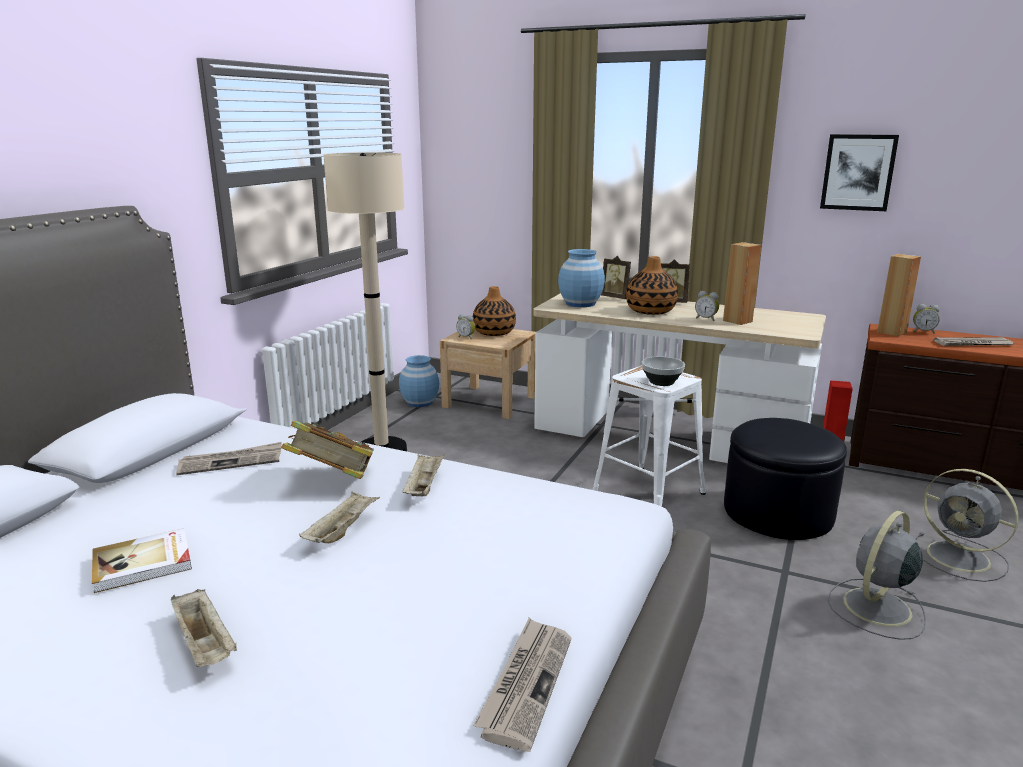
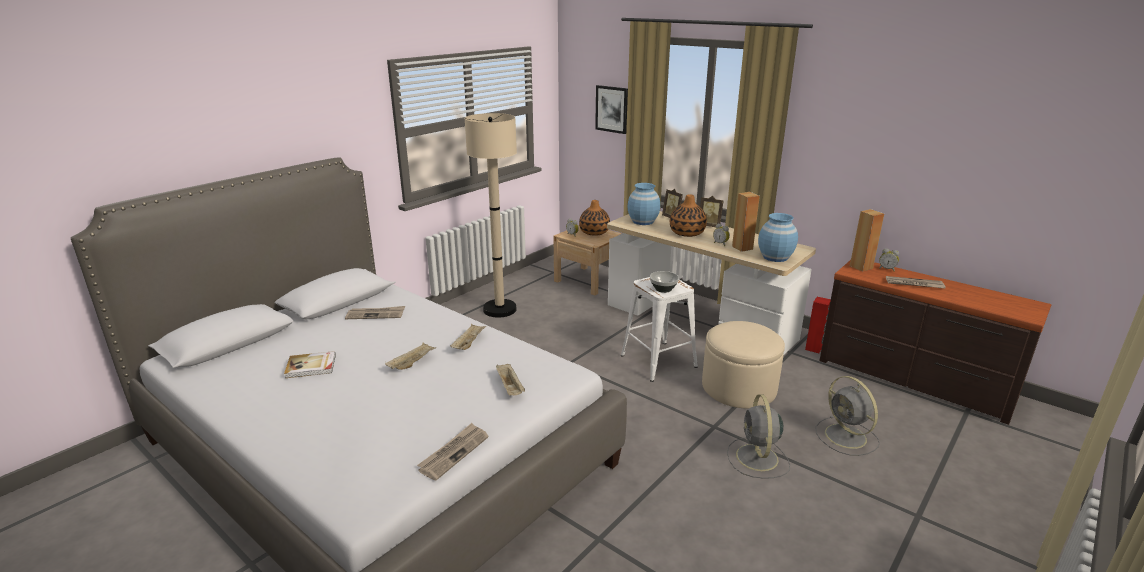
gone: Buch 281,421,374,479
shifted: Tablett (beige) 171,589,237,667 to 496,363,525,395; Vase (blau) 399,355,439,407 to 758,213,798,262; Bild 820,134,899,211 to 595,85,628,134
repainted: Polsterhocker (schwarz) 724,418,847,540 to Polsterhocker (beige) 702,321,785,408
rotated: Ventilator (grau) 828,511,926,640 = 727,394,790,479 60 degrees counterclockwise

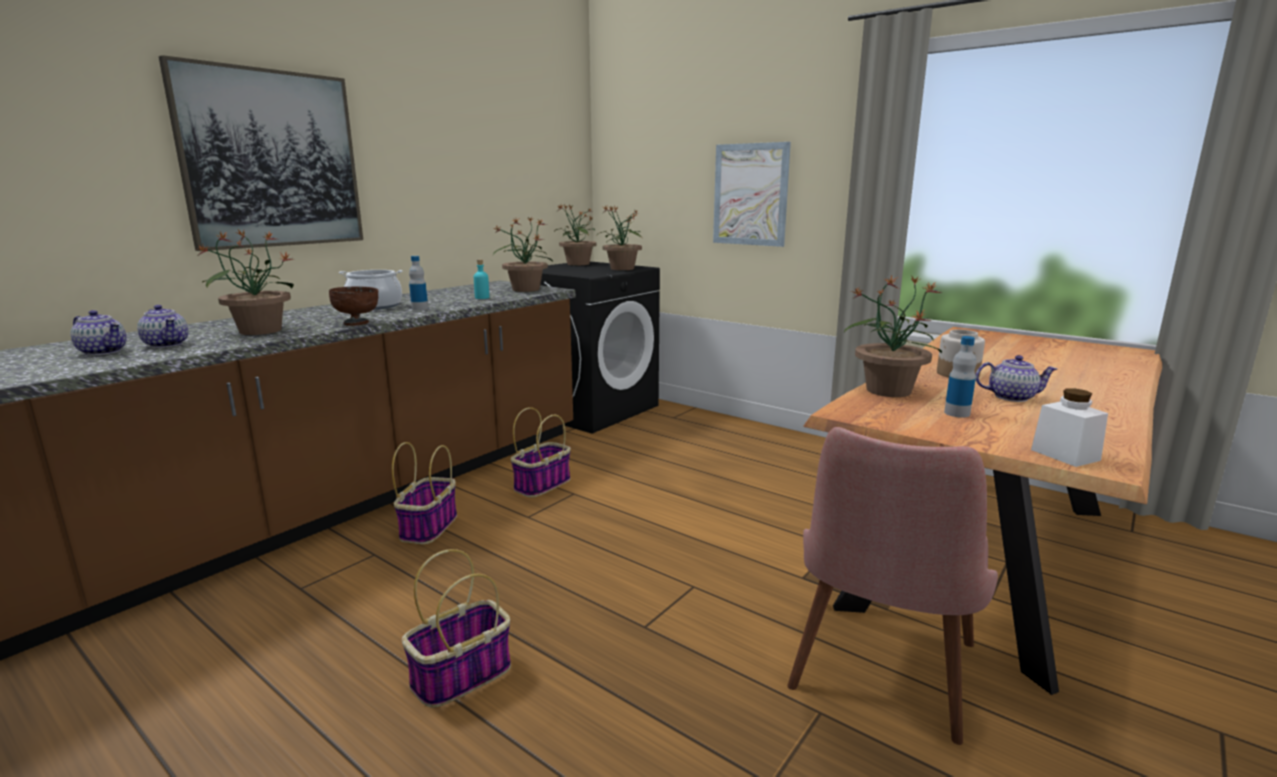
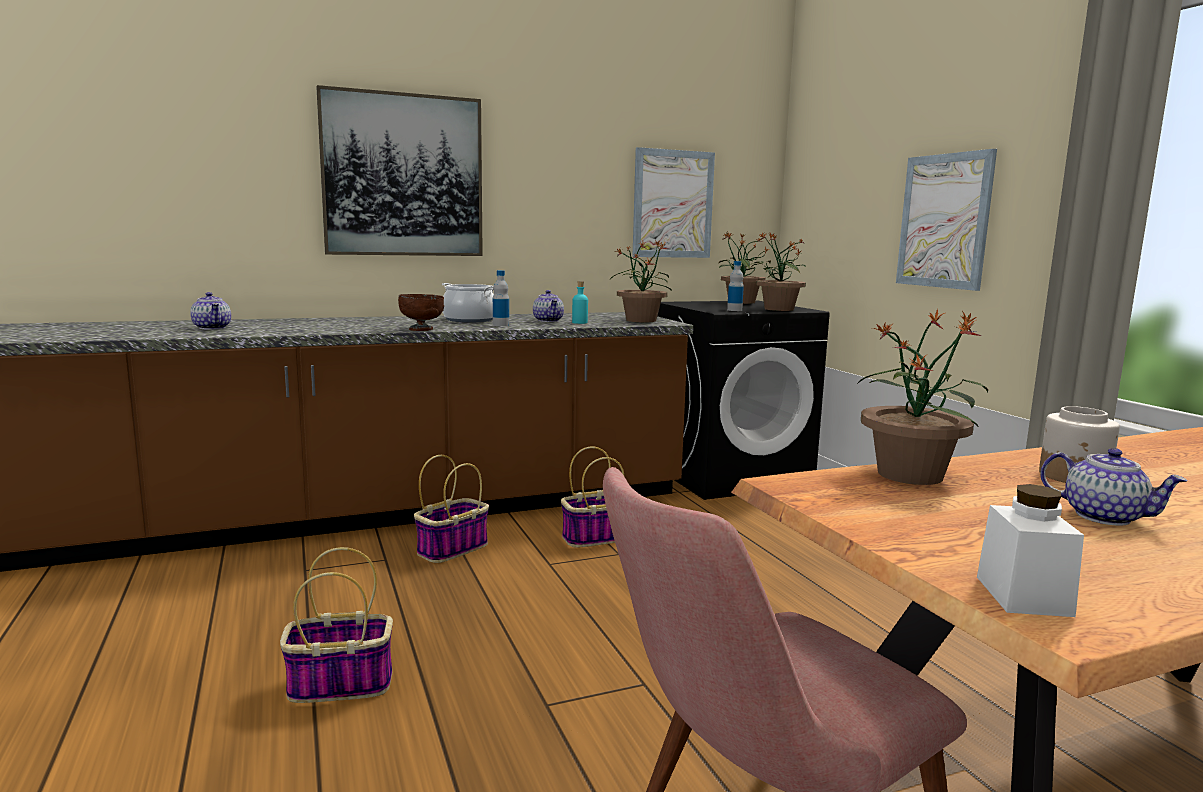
gone: Topfpflanze 197,230,294,335
new: Bild 632,147,715,258
shifted: Teekanne 137,305,188,348 to 533,290,564,322; Flasche 944,336,977,418 to 727,261,744,311

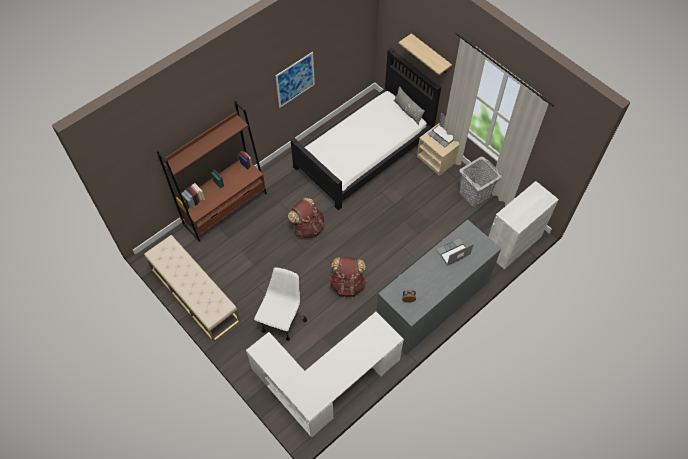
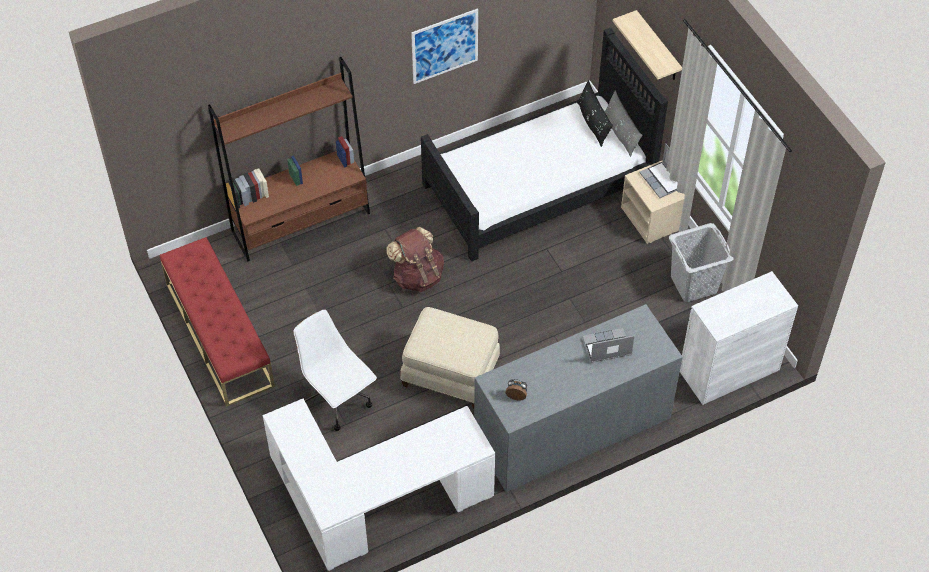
new: Kissen (schwarz) 577,80,613,147
swapped: Rucksack (braun) 329,257,366,297 to Polsterhocker (beige) 400,307,500,408
repainted: Bank (beige) 144,235,241,342 to Bank (rot) 160,237,275,407
rotated: Bürostuhl (weiß) 254,267,307,341 = 293,309,377,431 75 degrees counterclockwise

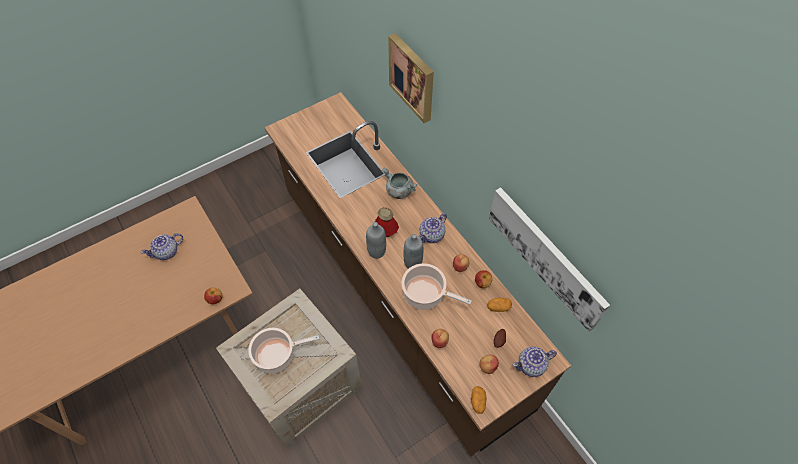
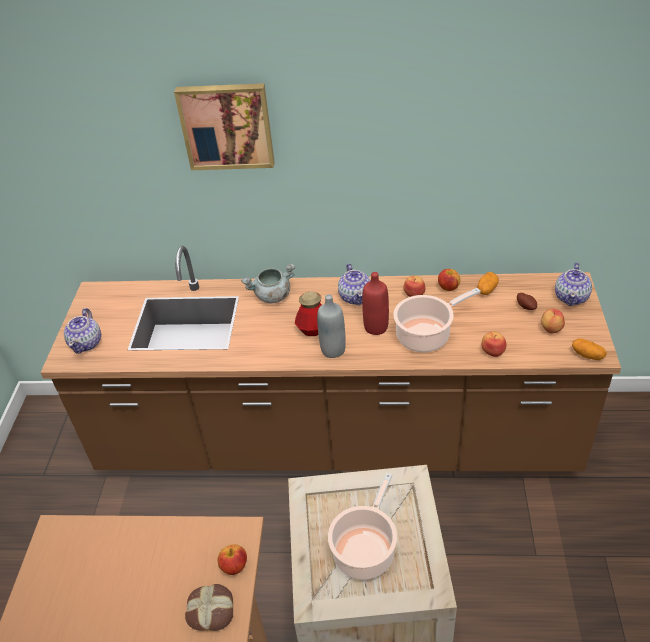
gone: Bild 489,187,610,332
new: Brot 185,584,233,631
shifted: Teekanne 140,233,183,260 to 64,308,101,354
repainted: Flasche (grau) 404,234,423,269 to Flasche (rot) 362,272,389,335

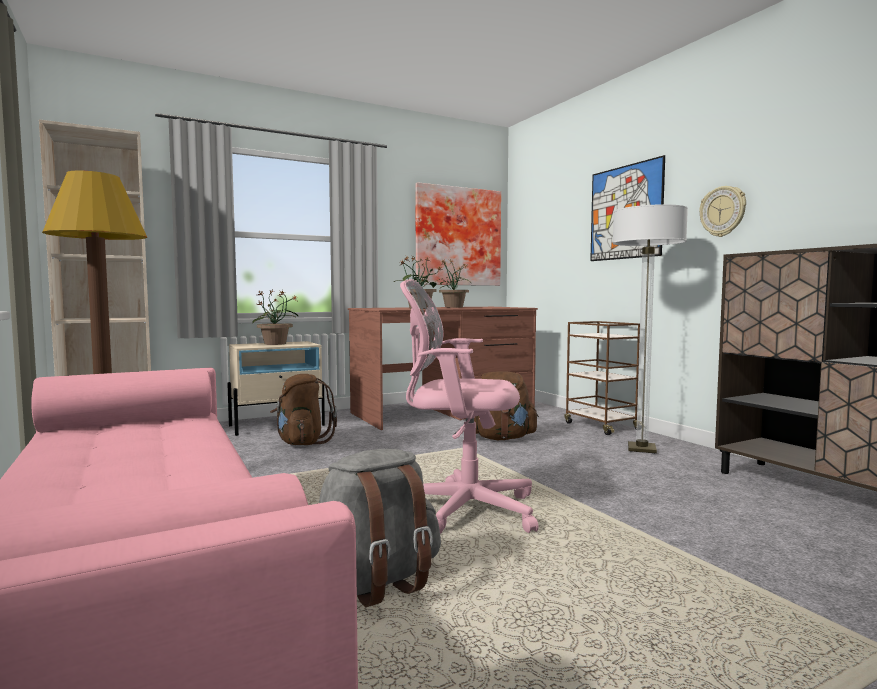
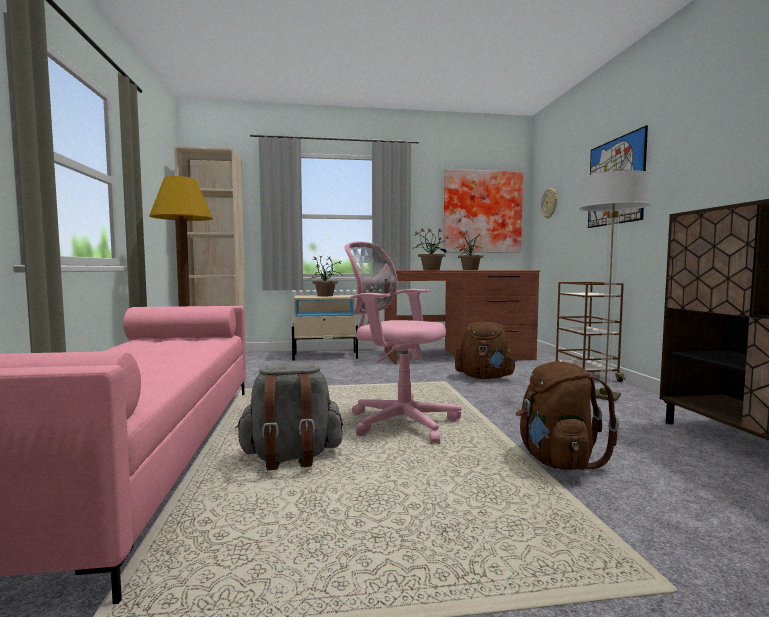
shifted: Rucksack (braun) 270,374,337,445 to 515,361,619,470; Wanduhr 699,186,746,237 to 541,188,557,219

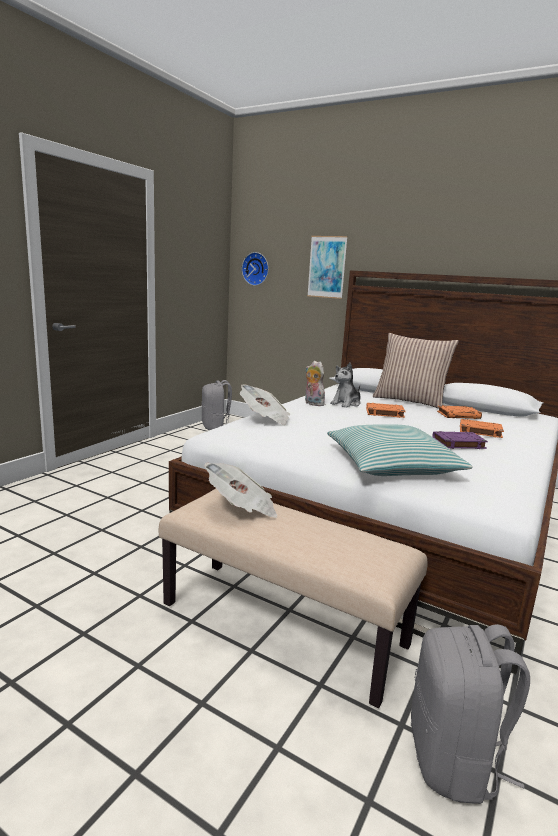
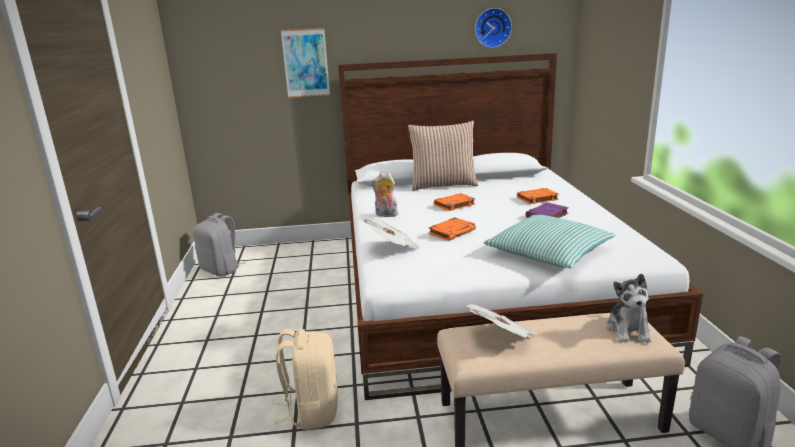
new: Rucksack (beige) 274,329,338,430
shifted: Wanduhr 242,252,269,286 to 475,8,512,48; Plüschtier 330,362,360,408 to 606,274,651,343; Buch (orange) 437,405,482,419 to 429,217,476,241

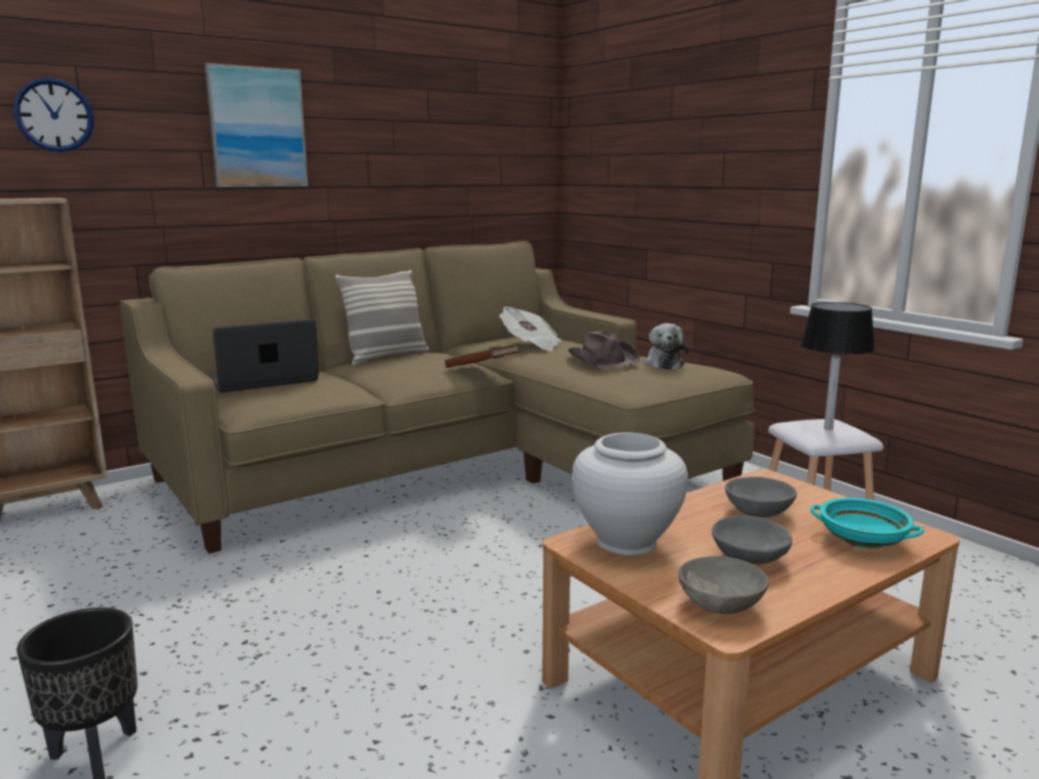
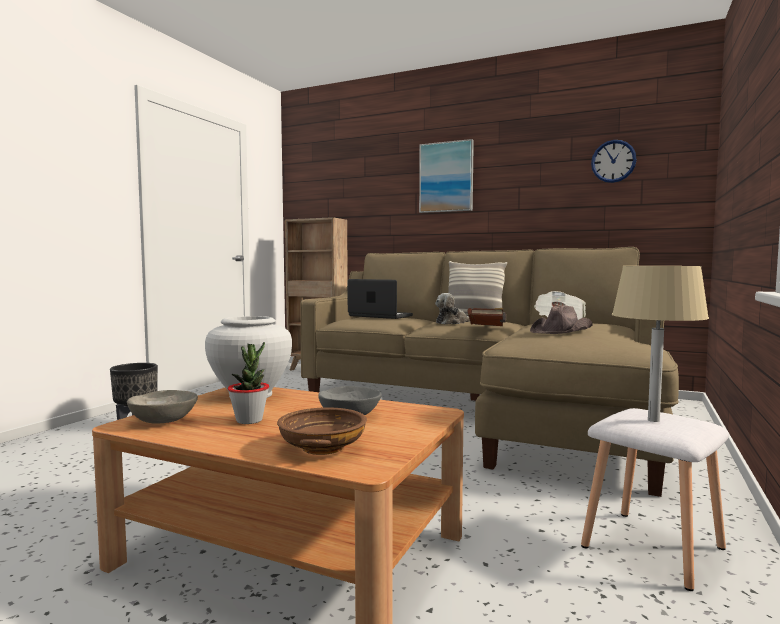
shifted: Wanduhr 13,78,94,152 to 591,140,637,183; Plüschtier 644,323,689,369 to 435,293,470,324
swapped: Schüssel (grau) 712,515,792,564 to Topfpflanze 228,342,269,424
repainted: Tischlampe (schwarz) 800,302,875,430 to Tischlampe (beige) 612,266,709,422; Schüssel (türkis) 811,498,924,549 to Schüssel (braun) 277,407,367,455

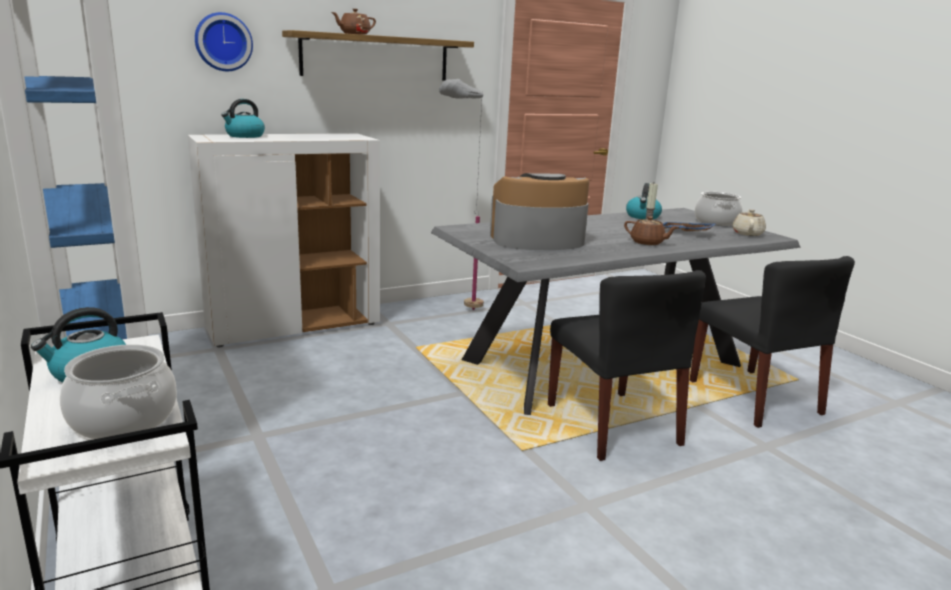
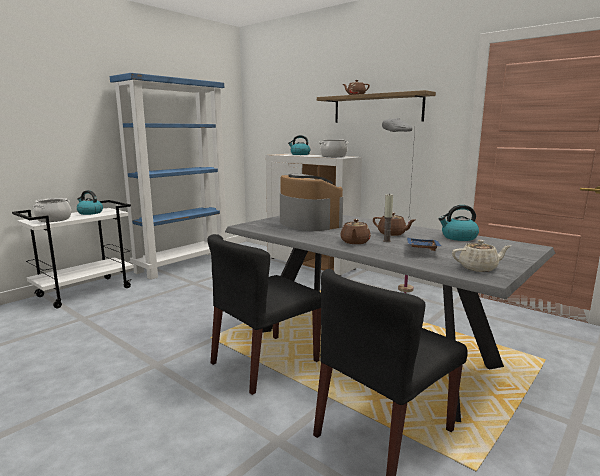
gone: Wanduhr 195,12,253,71
new: Teekanne (braun) 373,212,415,236
shifted: Kochtopf 695,192,742,226 to 319,140,348,157

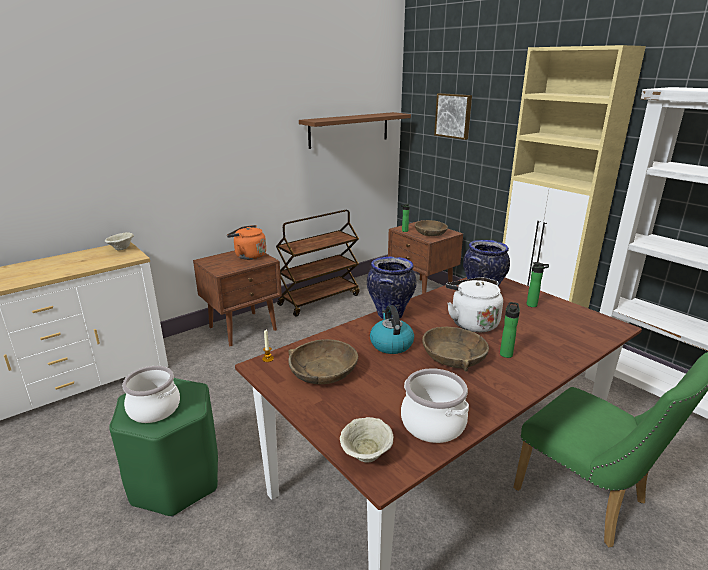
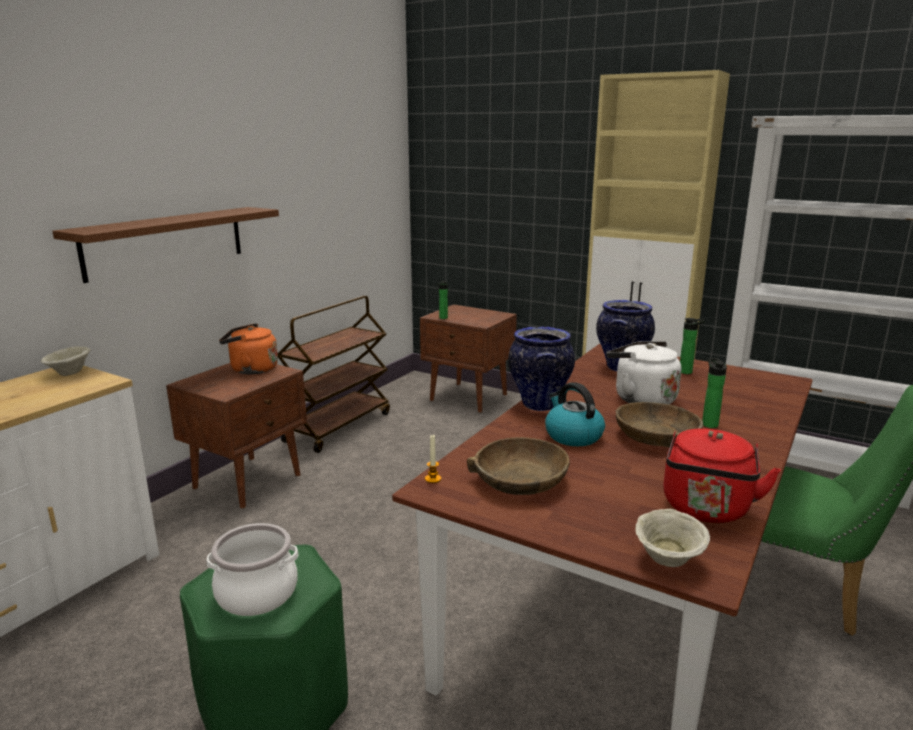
gone: Schüssel (braun) 415,220,448,236; Bild 434,93,472,140
shifted: Wandregal (braun) 299,112,411,149 to 52,207,279,283
swapped: Kochtopf 401,368,469,443 to Wasserkessel (rot) 663,428,781,523

